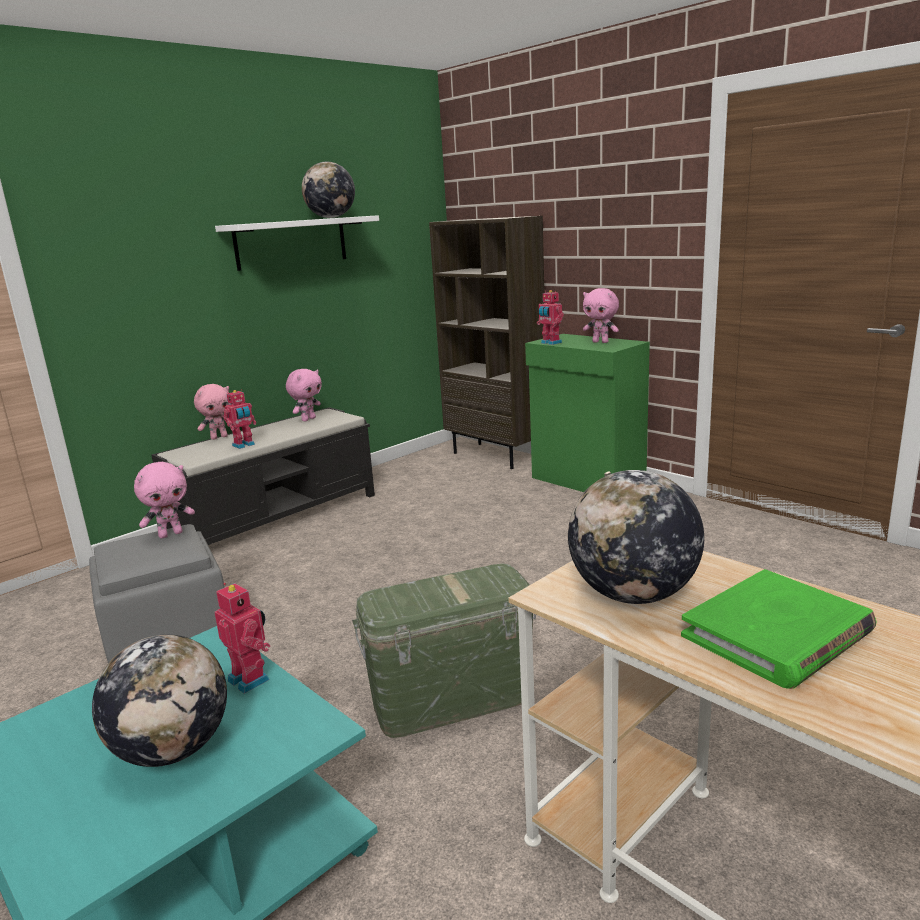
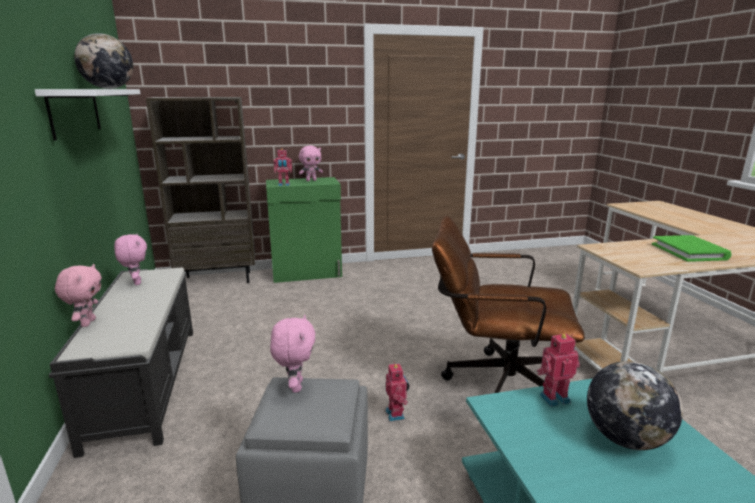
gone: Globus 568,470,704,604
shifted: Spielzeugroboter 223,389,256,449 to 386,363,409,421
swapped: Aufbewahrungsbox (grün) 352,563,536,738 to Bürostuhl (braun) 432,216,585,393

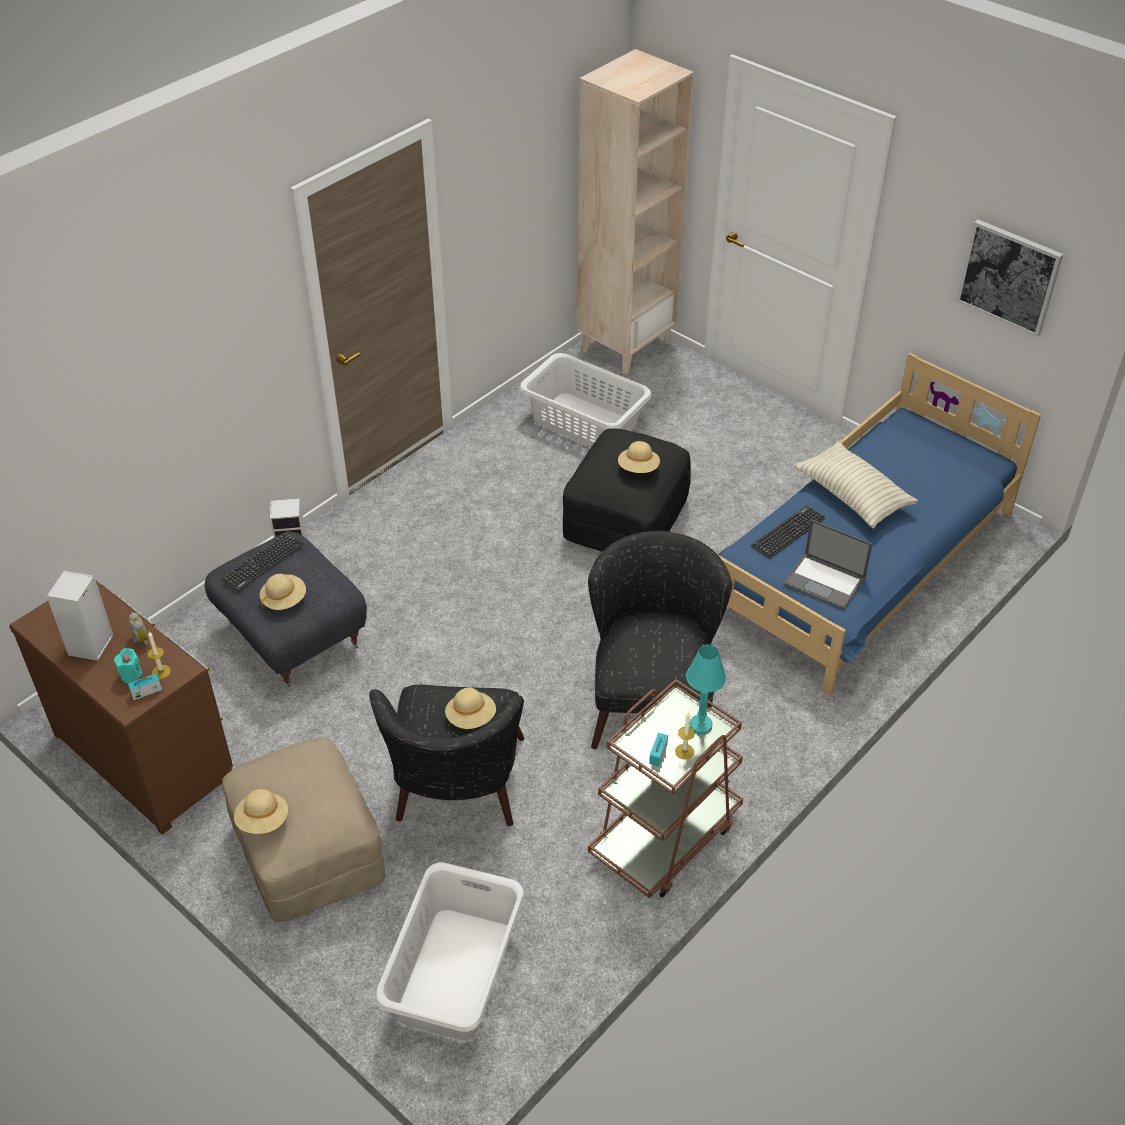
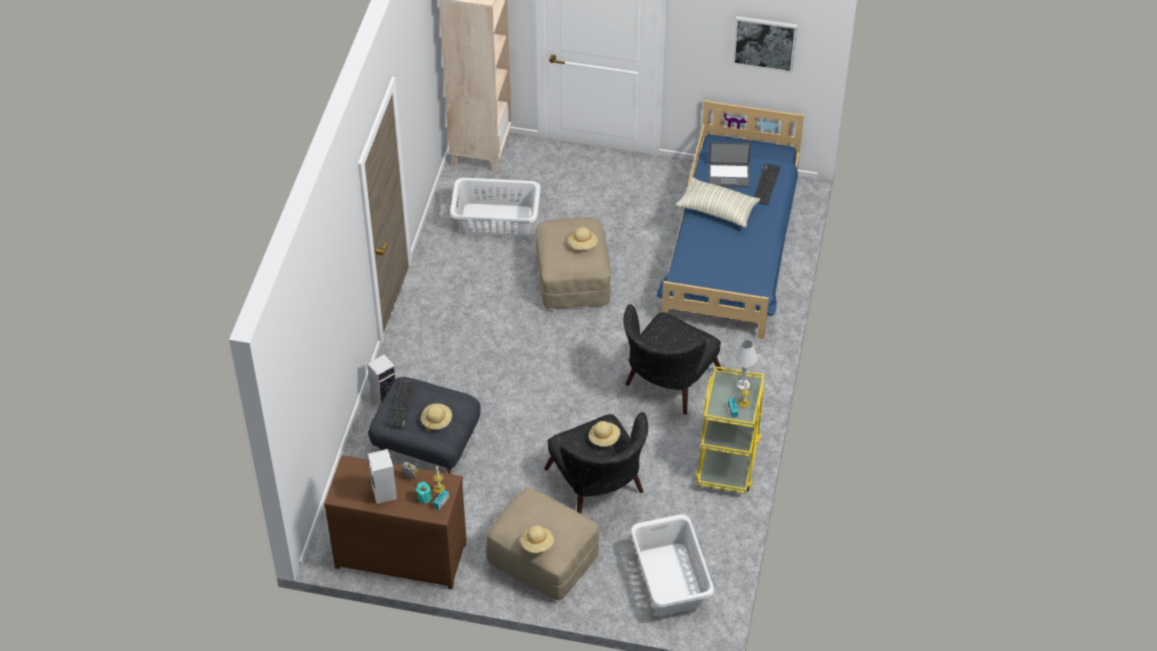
shifted: Tastatur 751,506,825,559 to 754,164,781,205; Laptop 783,520,873,610 to 708,142,751,187
repainted: Polsterhocker (schwarz) 563,428,691,552 to Polsterhocker (beige) 536,217,611,309; Rollwagen (braun) 588,679,743,898 to Rollwagen (gelb) 696,366,765,493; Tischlampe (türkis) 686,644,726,735 to Tischlampe (weiß) 734,340,758,391
rotated: Sessel (schwarz) 588,531,732,749 = 623,304,722,415 120 degrees counterclockwise

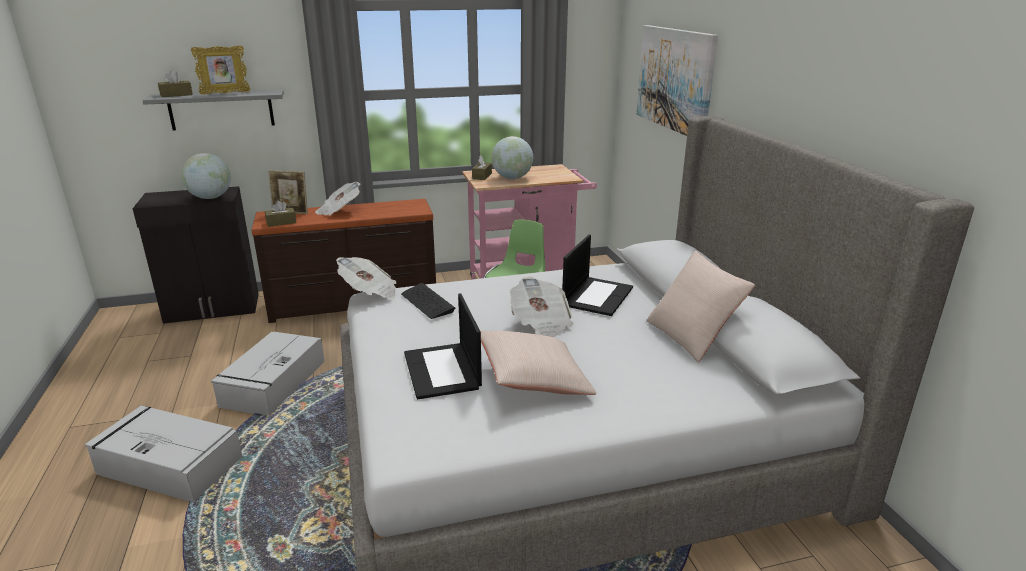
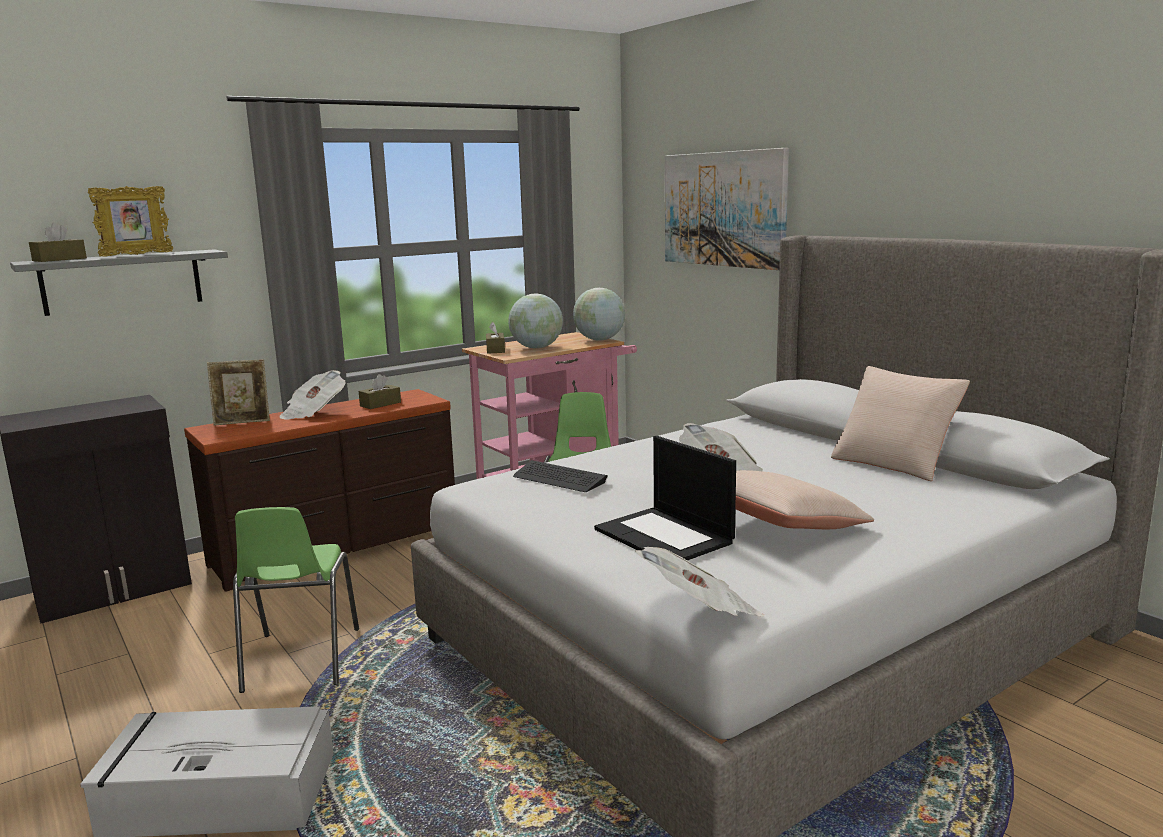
gone: Laptop 562,235,633,316
shifted: Globus 181,153,231,199 to 573,288,625,341; Taschentuchbox (braun) 265,201,296,227 to 359,374,401,409; Zeitung 336,257,397,299 to 635,547,764,616
swapped: Aufbewahrungsbox (grau) 211,332,325,415 to Stuhl (grün) 233,507,359,693

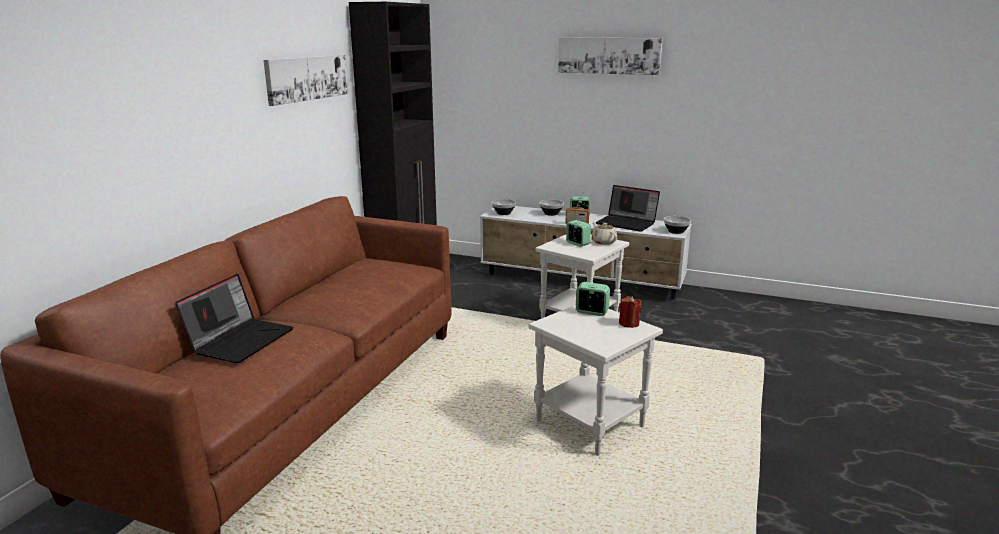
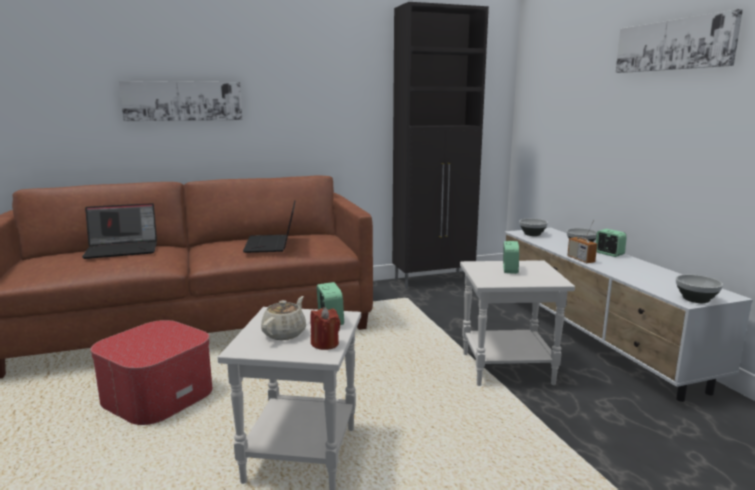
new: Polsterhocker 90,320,212,425
shifted: Bild 263,55,348,106 to 119,81,242,121; Teekanne (beige) 592,222,617,245 to 261,296,306,340; Laptop 596,185,660,232 to 243,200,295,253

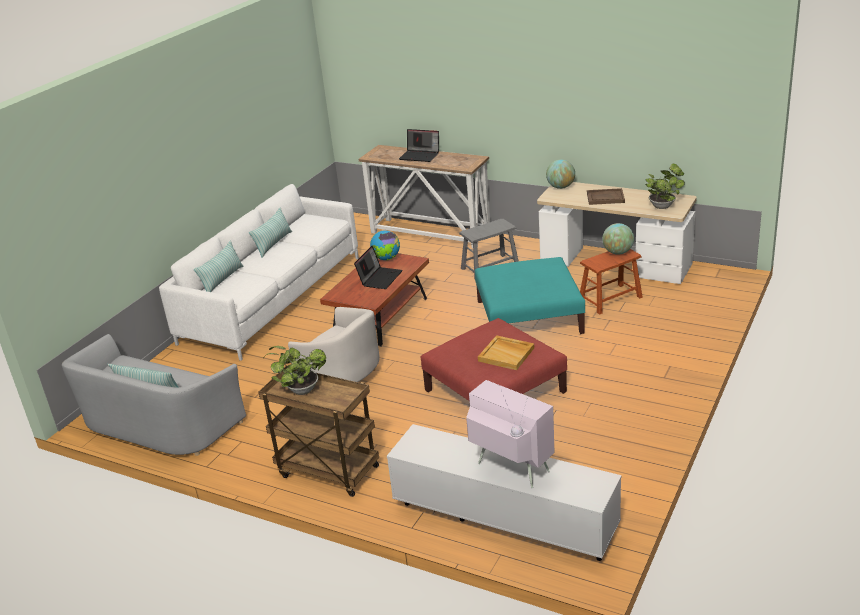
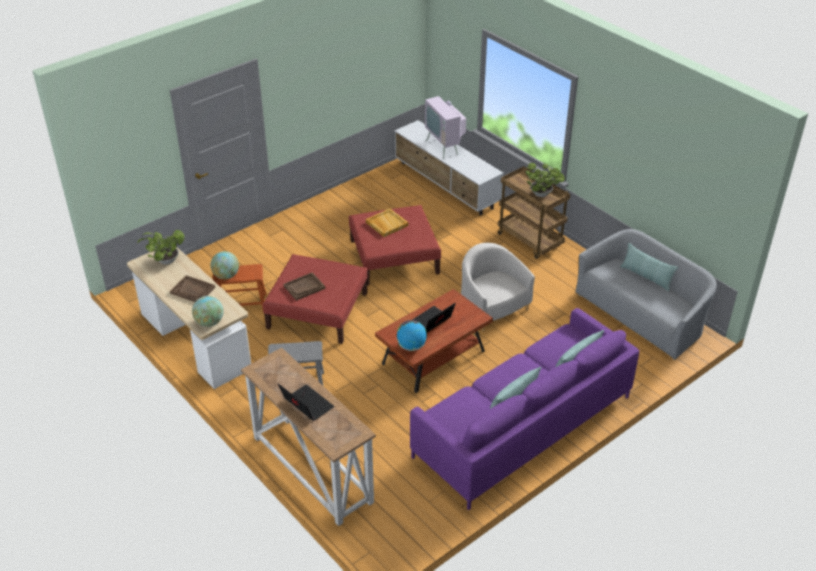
new: Tablett (braun) 284,272,325,301
repainted: Sofa (weiß) 159,184,359,361 to Sofa (lila) 410,308,639,510; Polsterhocker (türkis) 475,257,585,334 to Polsterhocker (rot) 263,254,368,344

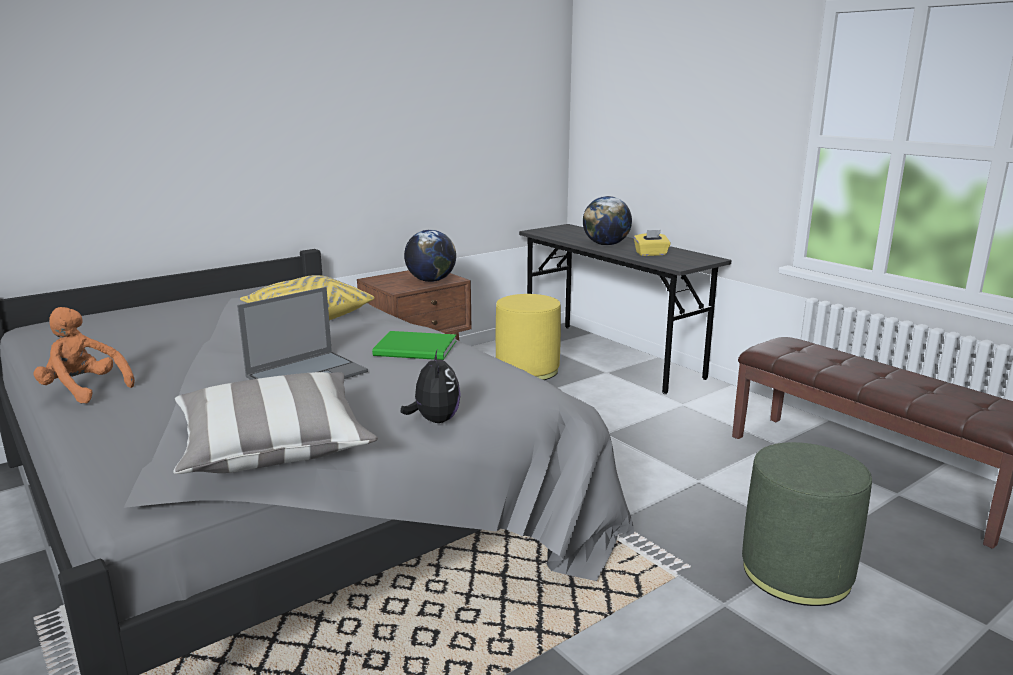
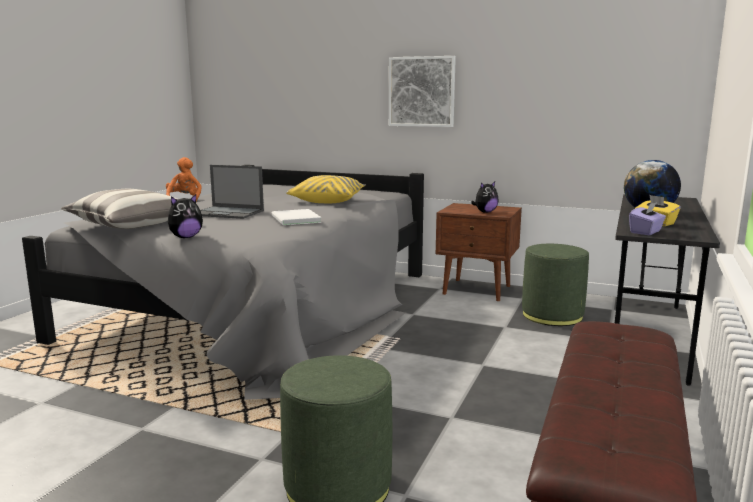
new: Bild 389,56,456,127; Taschentuchbox (lila) 629,202,666,235
swapped: Globus 404,230,456,282 to Plüschtier 471,182,499,213
repainted: Buch (grün) 372,331,457,360 to Buch (weiß) 272,209,322,225; Polsterhocker (gelb) 496,294,561,380 to Polsterhocker (grün) 522,244,589,326

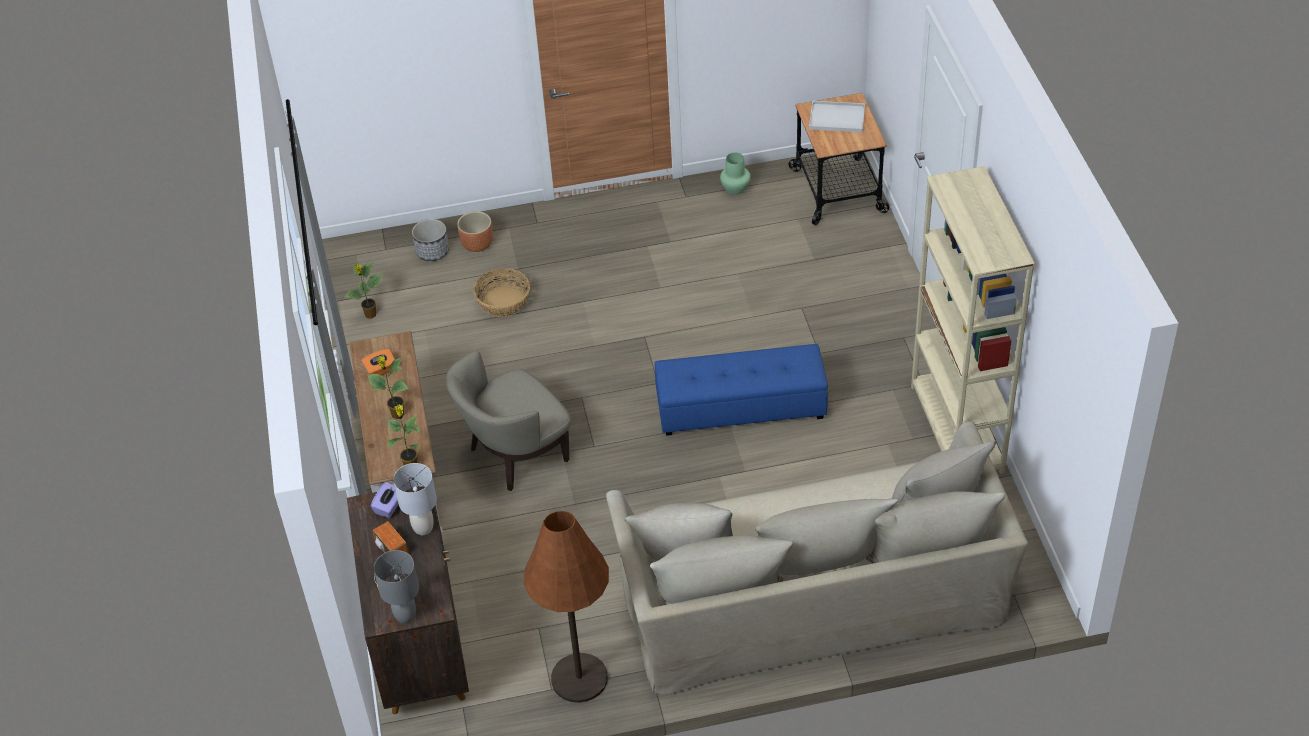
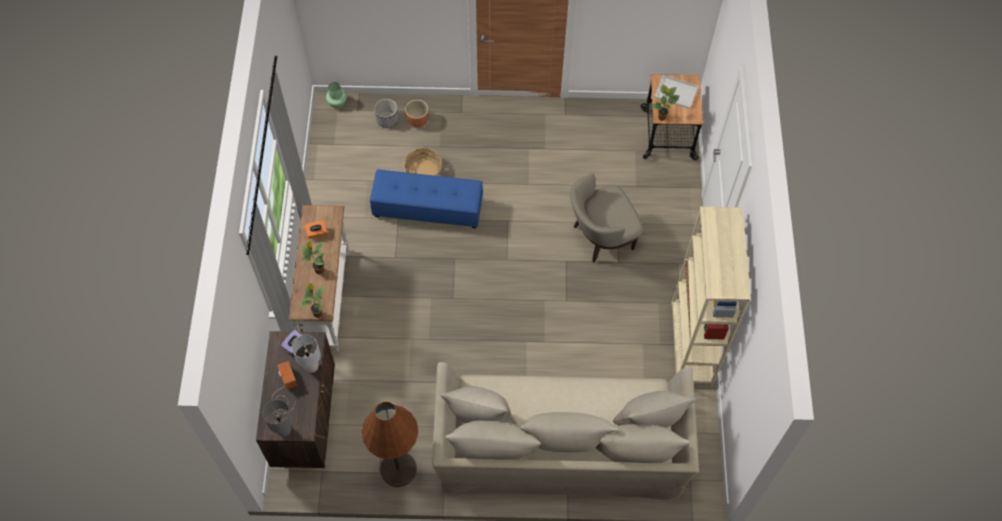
shifted: Topfpflanze 344,262,383,318 to 651,84,680,121; Sessel (beige) 446,351,571,491 to 570,173,643,263; Polsterhocker (blau) 655,344,828,436 to 370,170,483,228; Vase (grün) 720,153,751,195 to 326,82,347,108

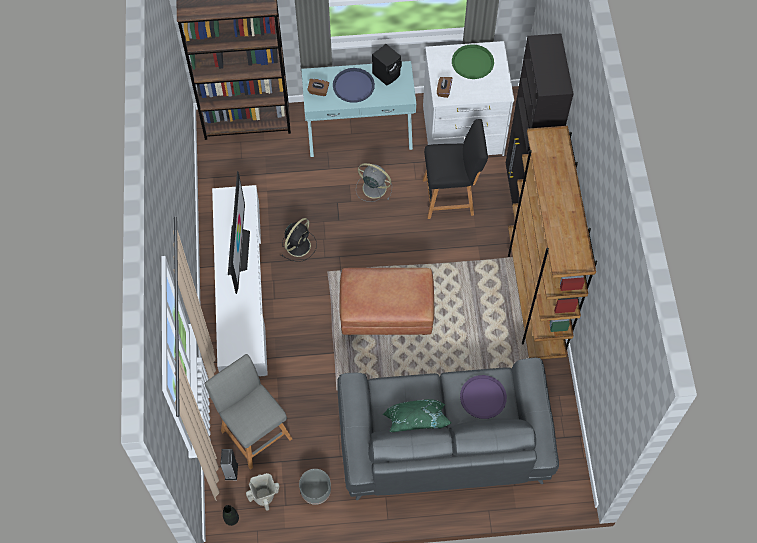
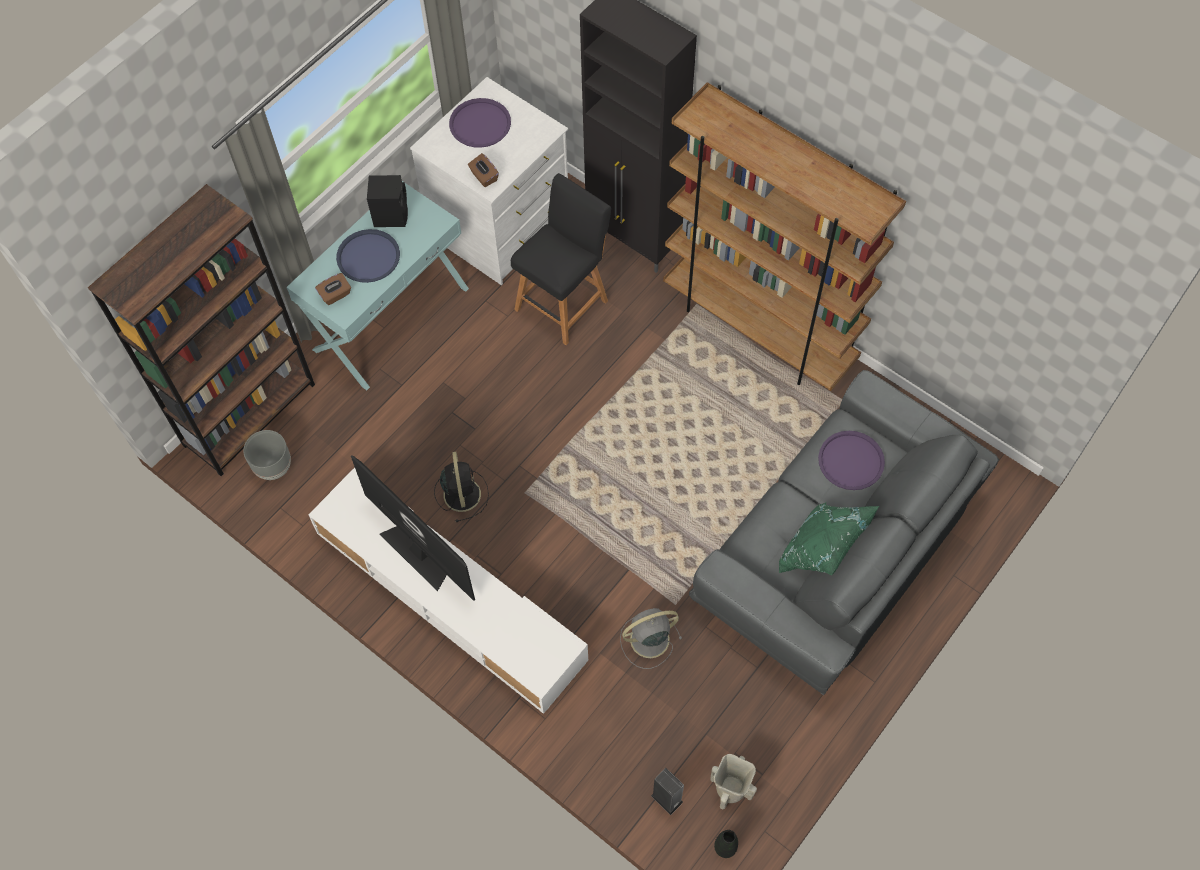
gone: Hocker (grau) 205,354,292,470; Polsterhocker (braun) 339,268,434,335
shifted: Pflanzkübel (grau) 299,469,331,505 to 243,430,291,480; Ventilator (grau) 356,163,392,202 to 620,608,682,669
repainted: Tablett (grün) 452,44,494,79 to Tablett (lila) 449,98,511,148

